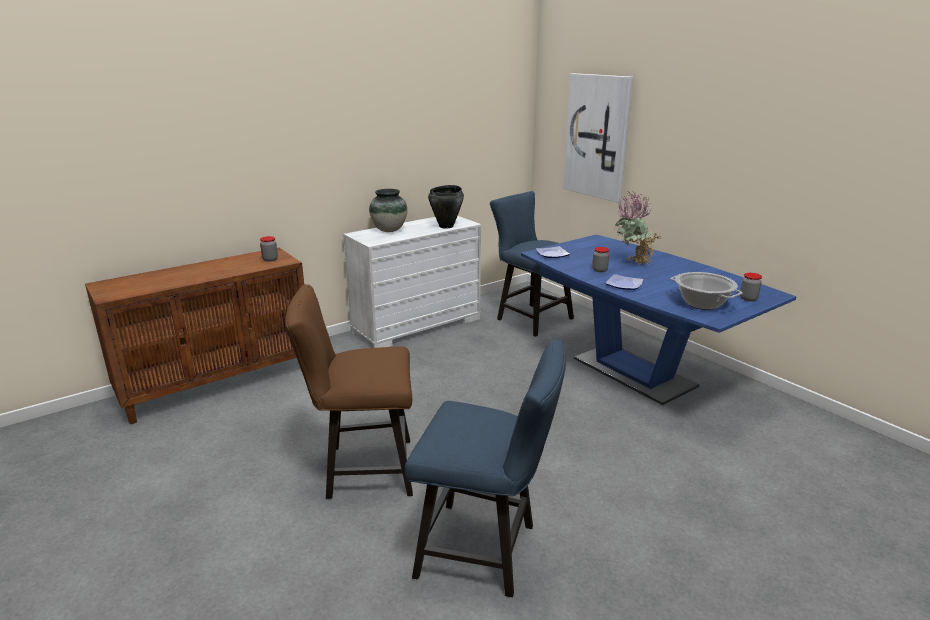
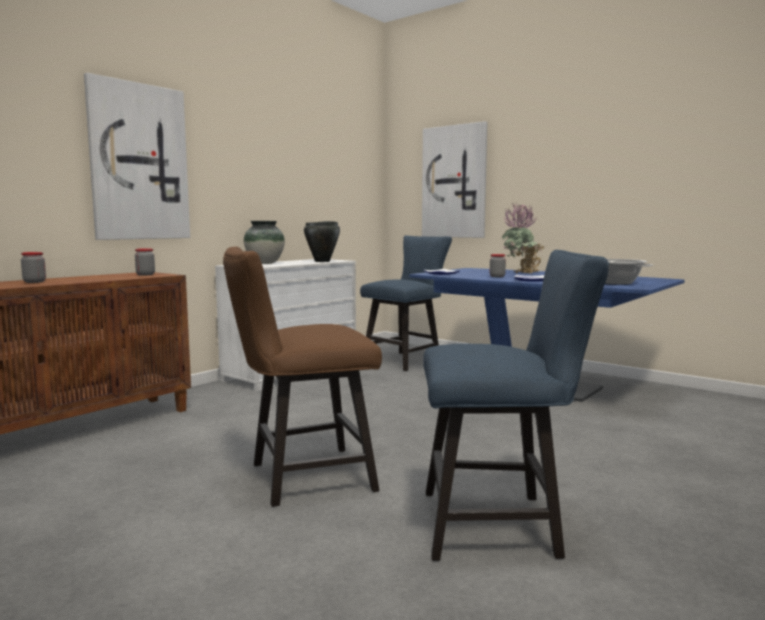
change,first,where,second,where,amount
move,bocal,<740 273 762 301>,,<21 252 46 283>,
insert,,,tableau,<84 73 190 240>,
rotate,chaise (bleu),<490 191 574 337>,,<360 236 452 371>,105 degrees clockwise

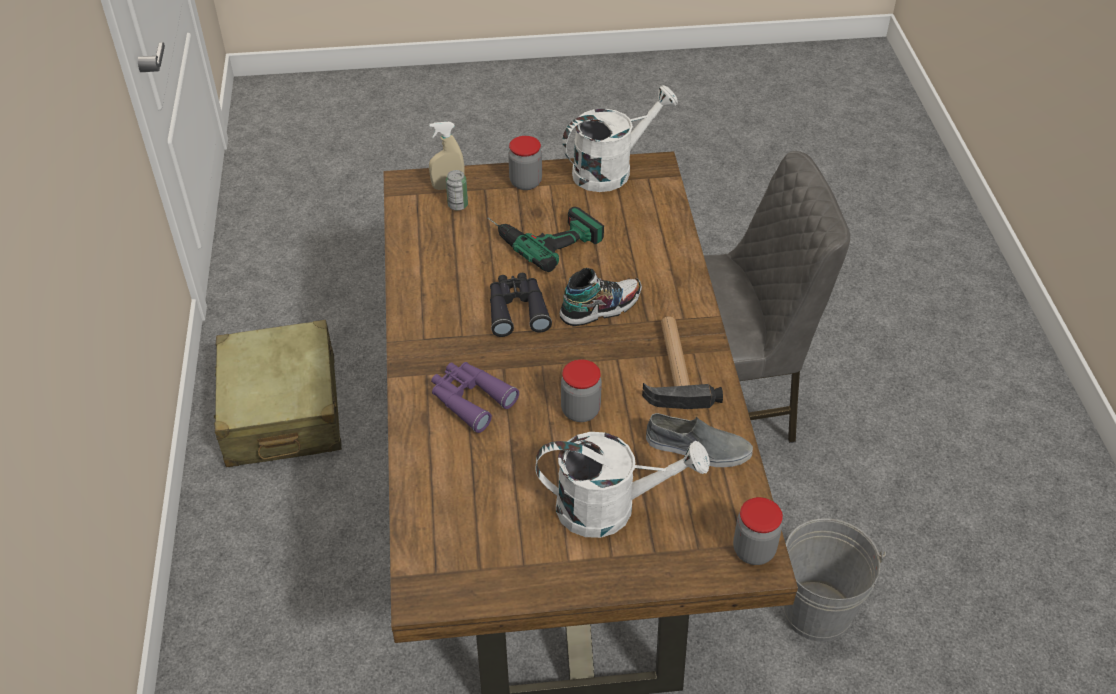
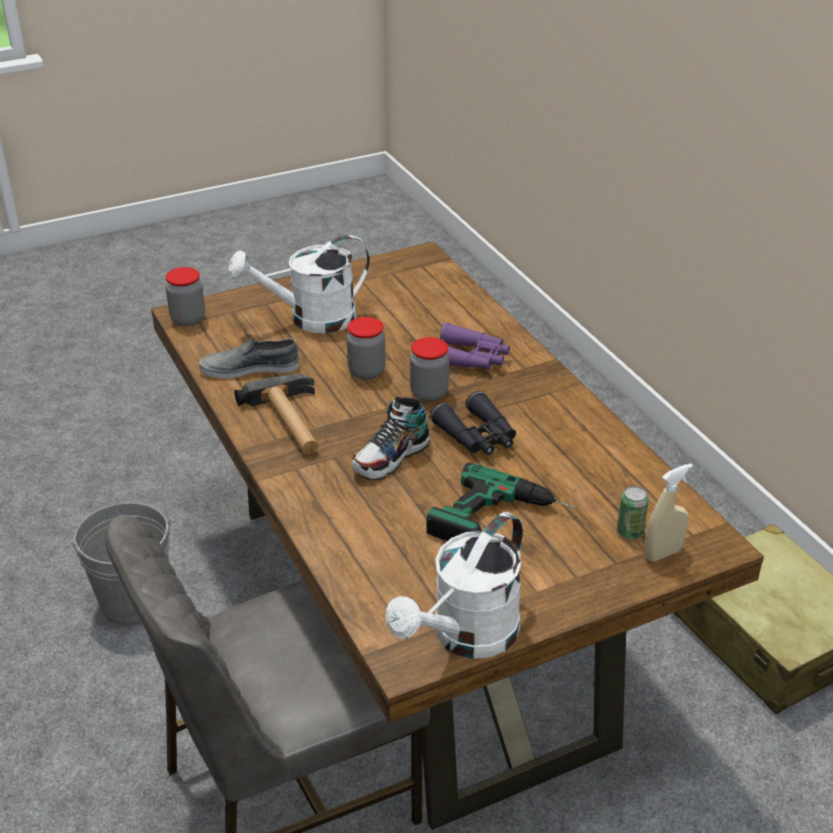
change,first,where,second,where,amount
move,bocal,<508 136 542 190>,,<410 337 449 401>,

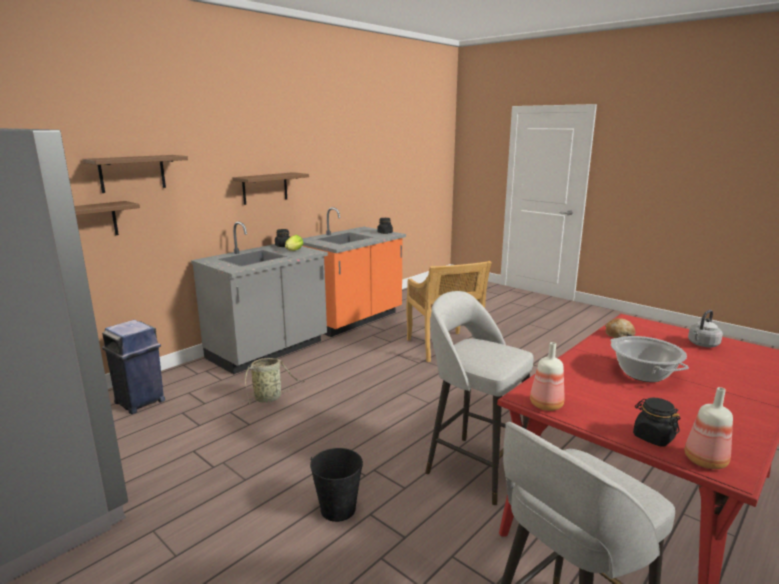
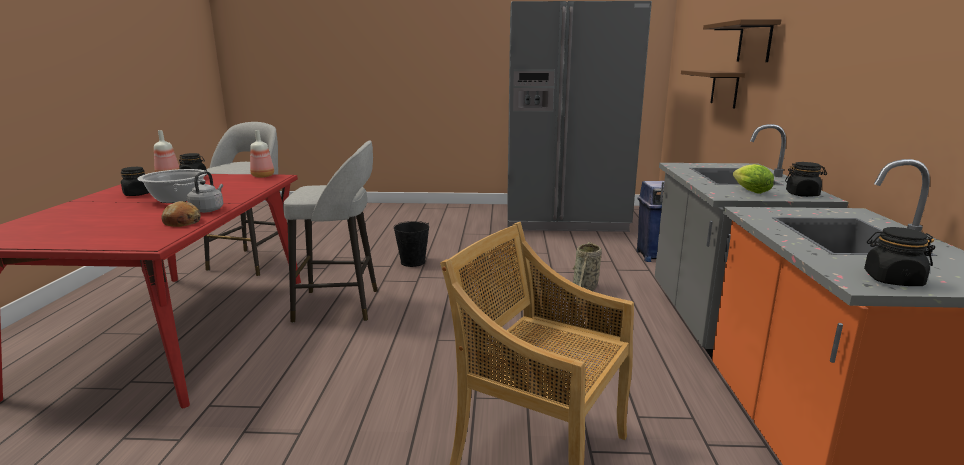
change,first,where,second,where,amount
insert,,,bocal (noir),<121 167 149 196>,
move,bouilloire (gris),<688 310 723 347>,,<187 171 223 213>,
delete,étagère (marron),<233 172 309 205>,,,

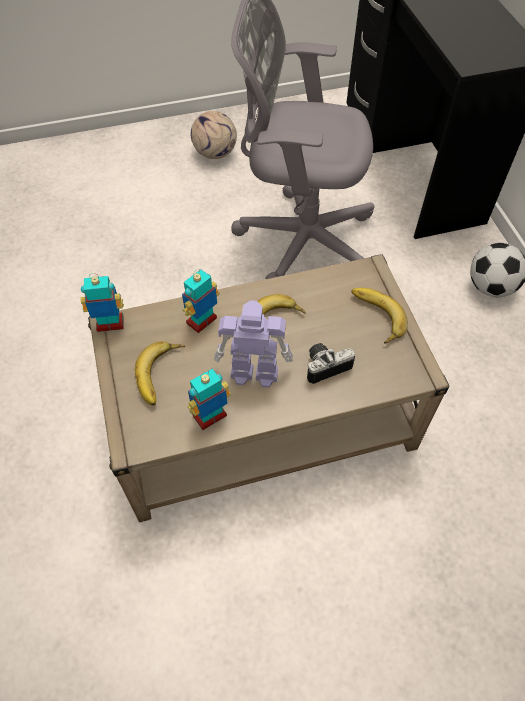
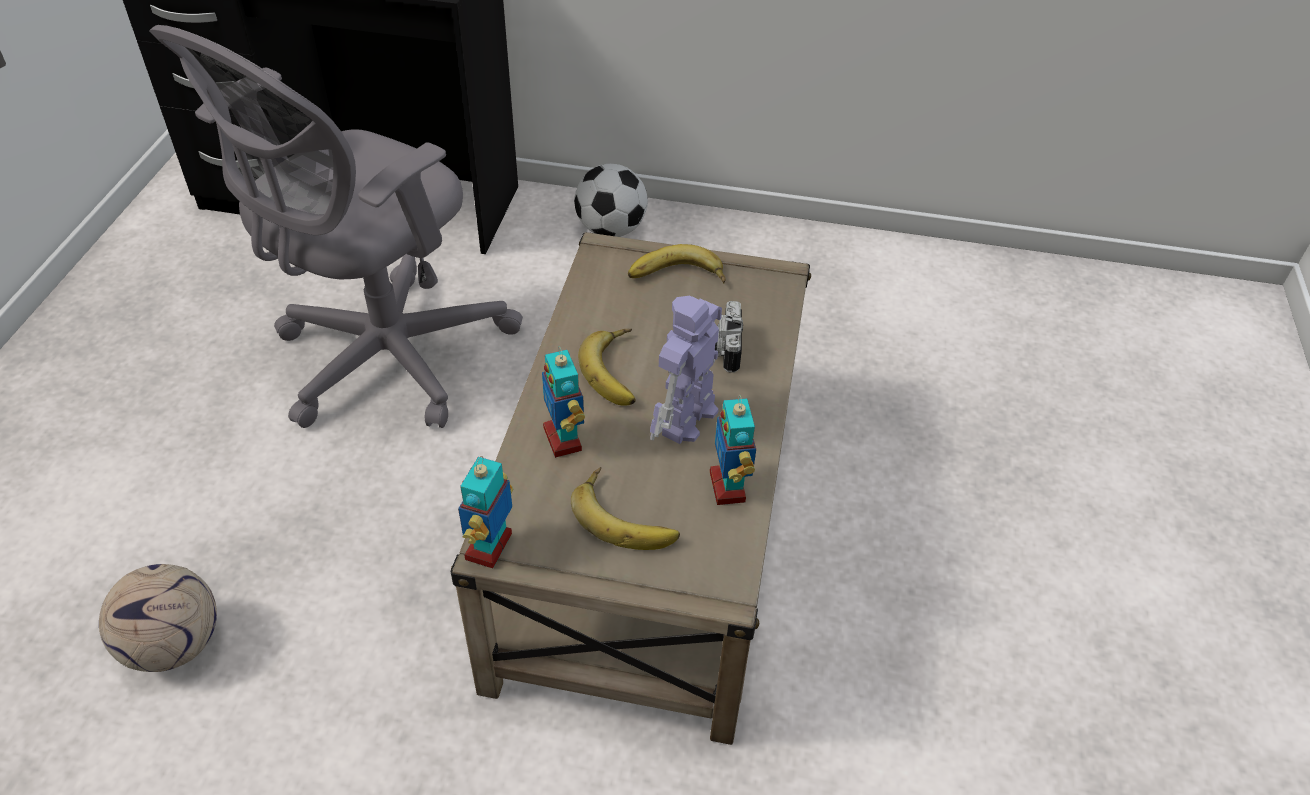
change,first,where,second,where,amount
move,ballon de foot,<191 111 237 159>,,<99 564 217 672>,

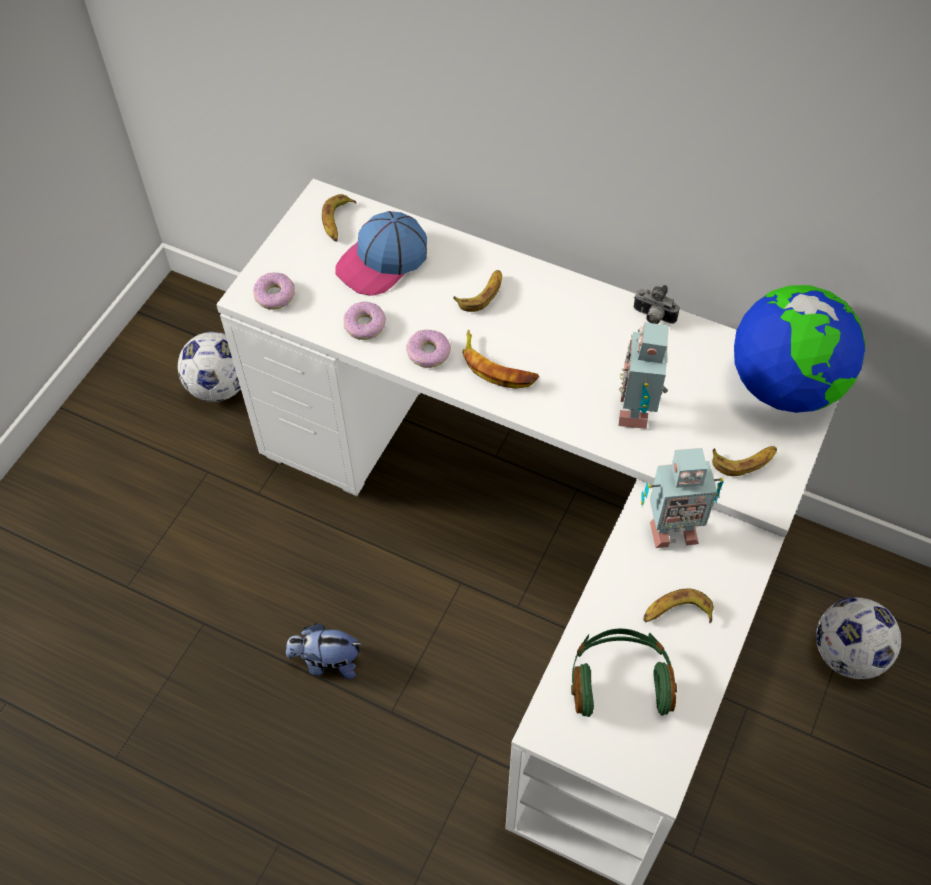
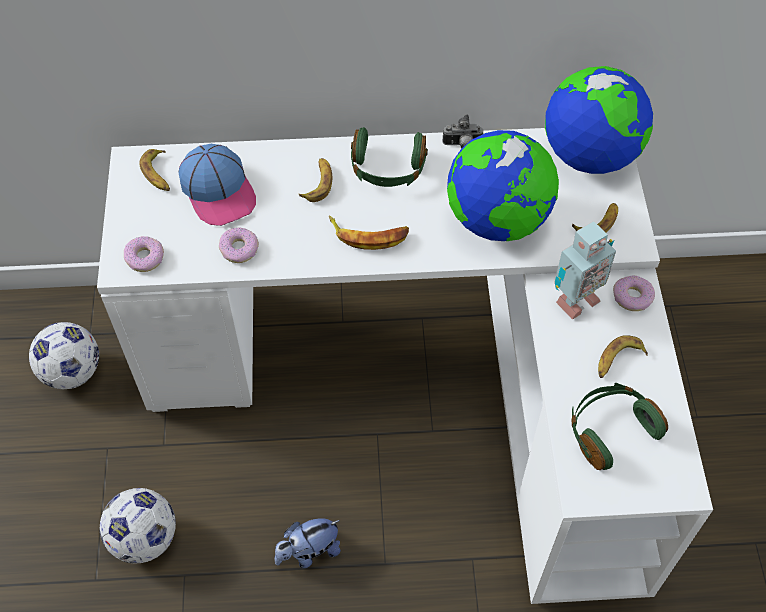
change,first,where,second,where,amount
move,ballon de foot,<816 597 902 679>,,<100 488 176 563>,
rotate,casquette,<335 211 427 296>,,<178 144 256 226>,45 degrees counterclockwise
insert,,,casque audio (vert),<351 127 428 187>,
replace,robot jouet,<619 322 669 429>,globe,<447 130 559 241>,
move,beignet,<406 330 451 368>,,<613 275 655 311>,

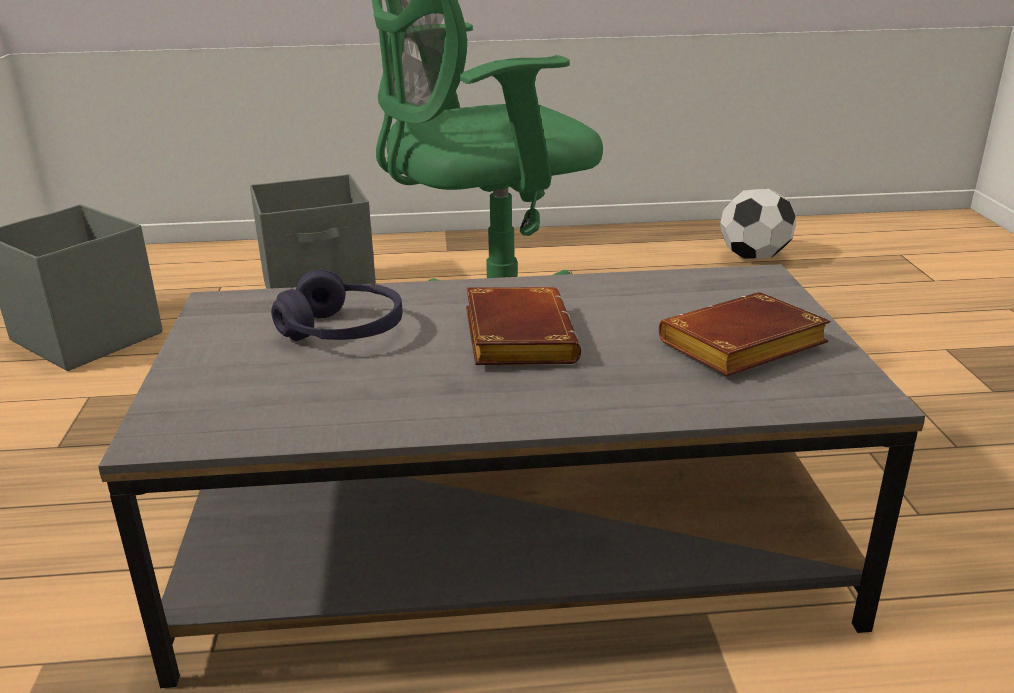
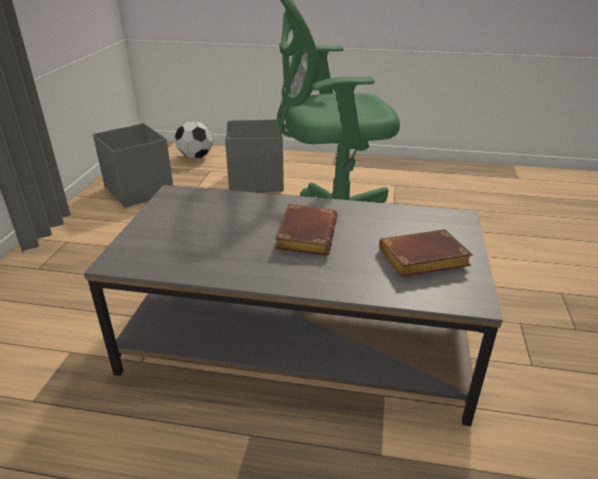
change,first,where,second,where,amount
move,ballon de foot,<720 189 796 259>,,<175 121 213 158>,
delete,casque audio (violet),<271 269 403 341>,,,

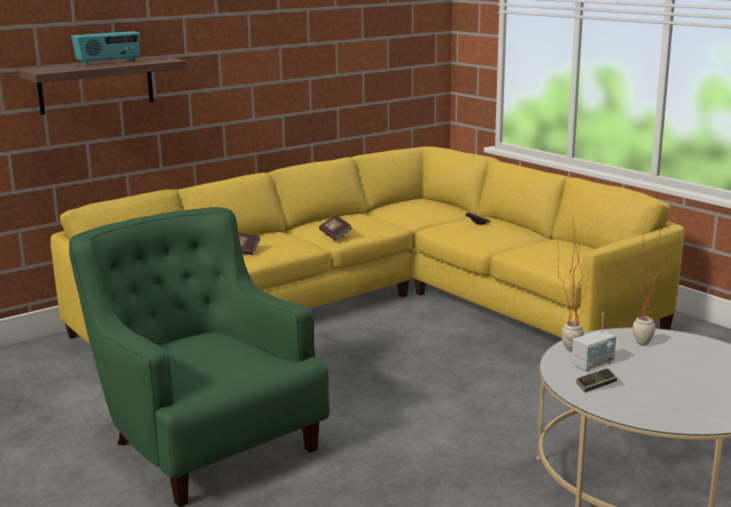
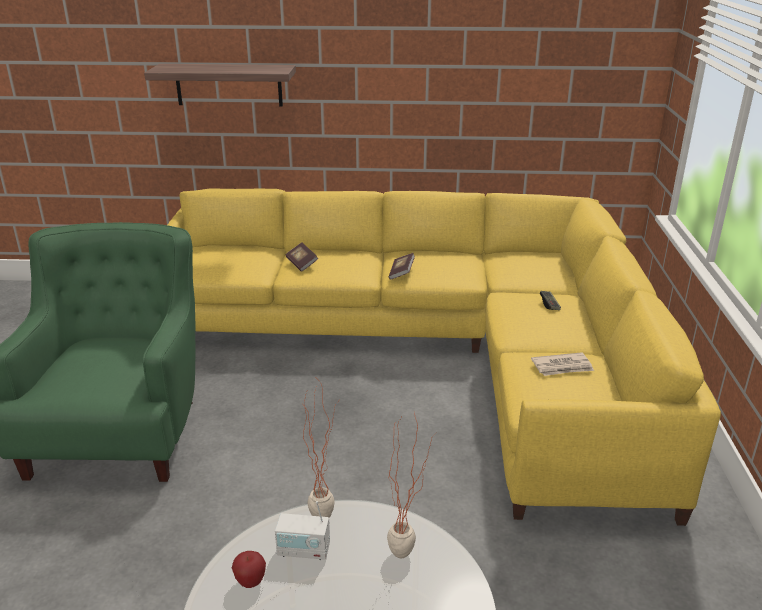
change,first,where,second,where,amount
replace,manette,<576 368 617 392>,pomme,<232 551 266 588>,
insert,,,journal,<531 352 594 376>,
delete,radio,<71 31 140 66>,,,

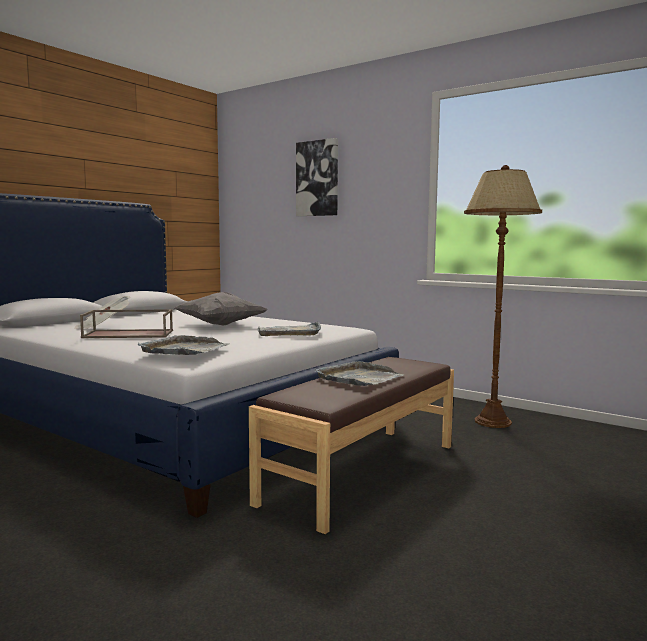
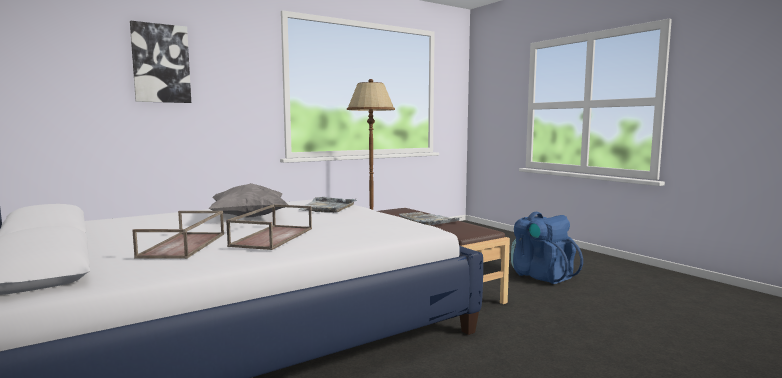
change,first,where,second,where,amount
replace,journal,<75 296 130 329>,plateau (marron),<132 211 224 259>,
insert,,,sac à dos (bleu),<511 212 583 284>,
delete,plateau (gris),<138 335 229 355>,,,

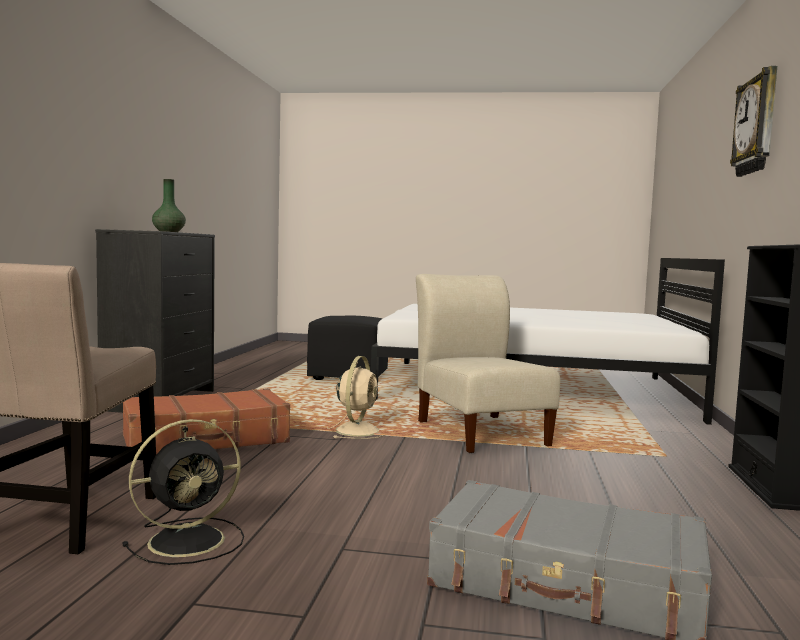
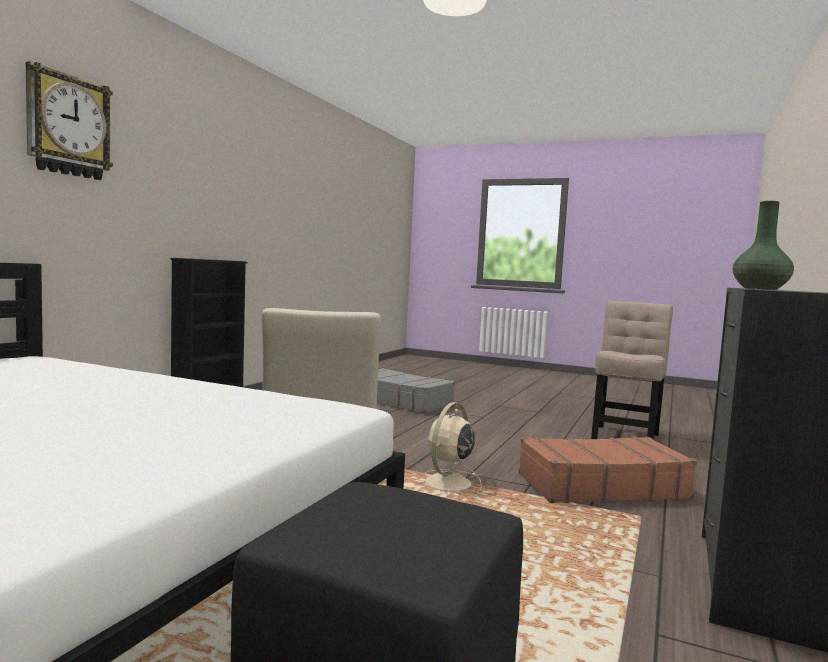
change,first,where,second,where,amount
delete,ventilateur (noir),<122 419 244 565>,,,

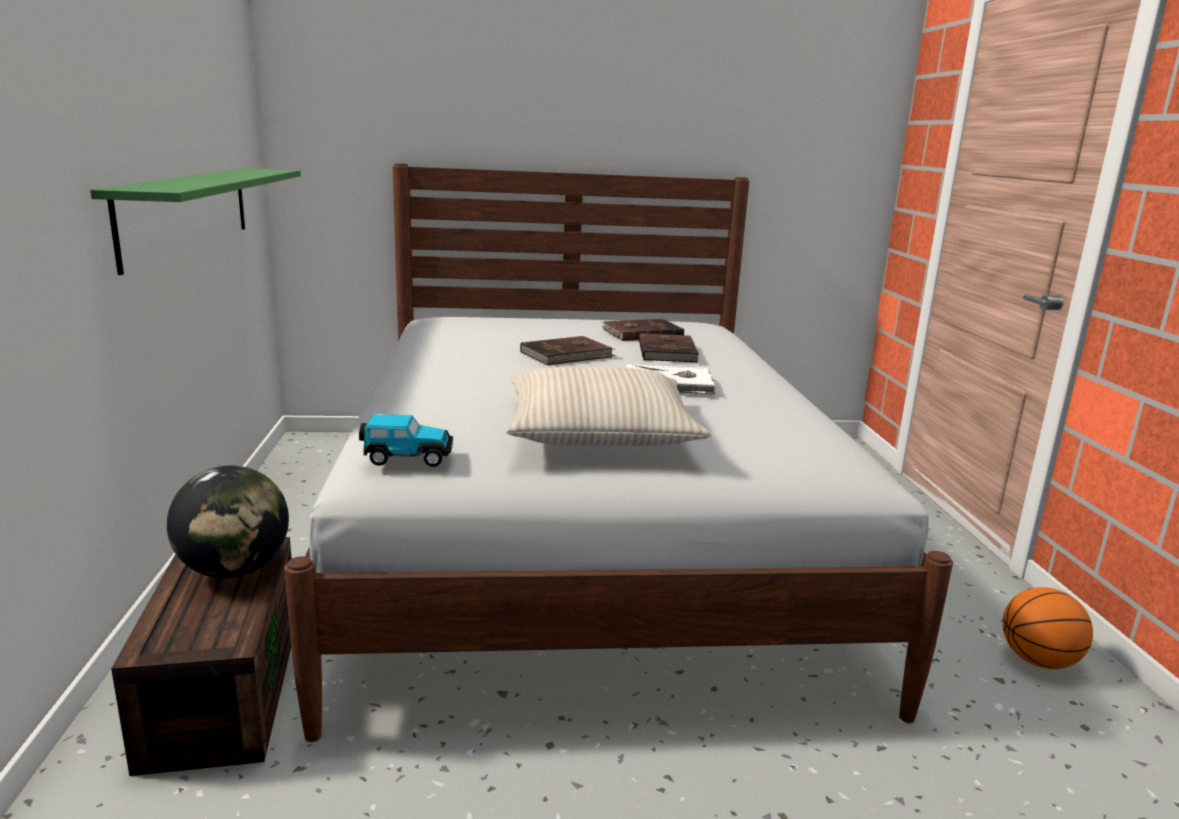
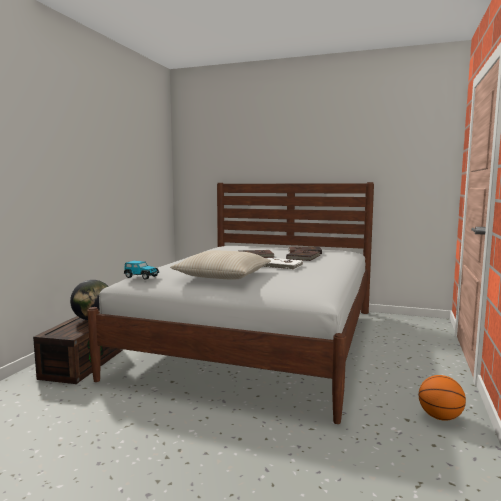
change,first,where,second,where,amount
delete,étagère (vert),<90 168 301 275>,,,

